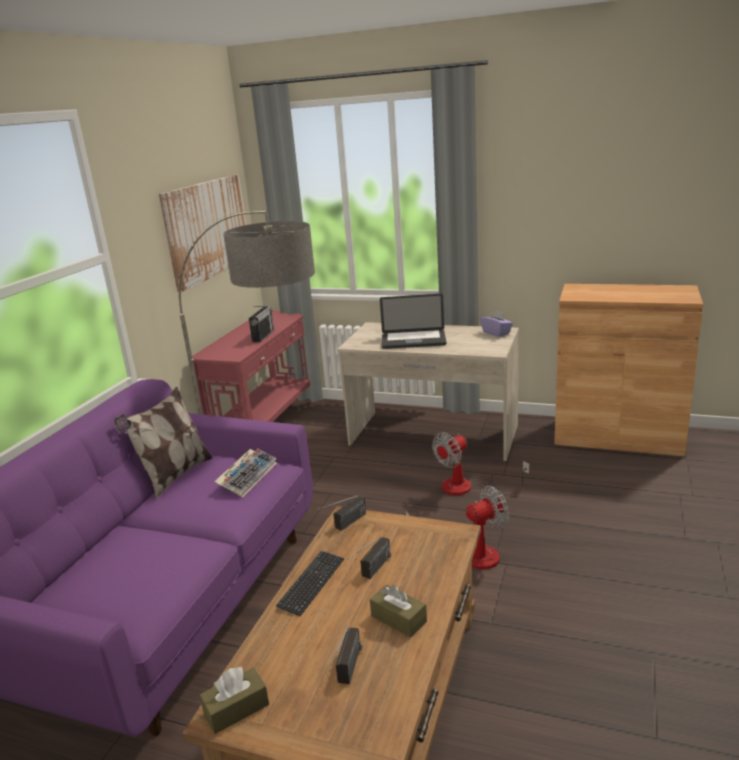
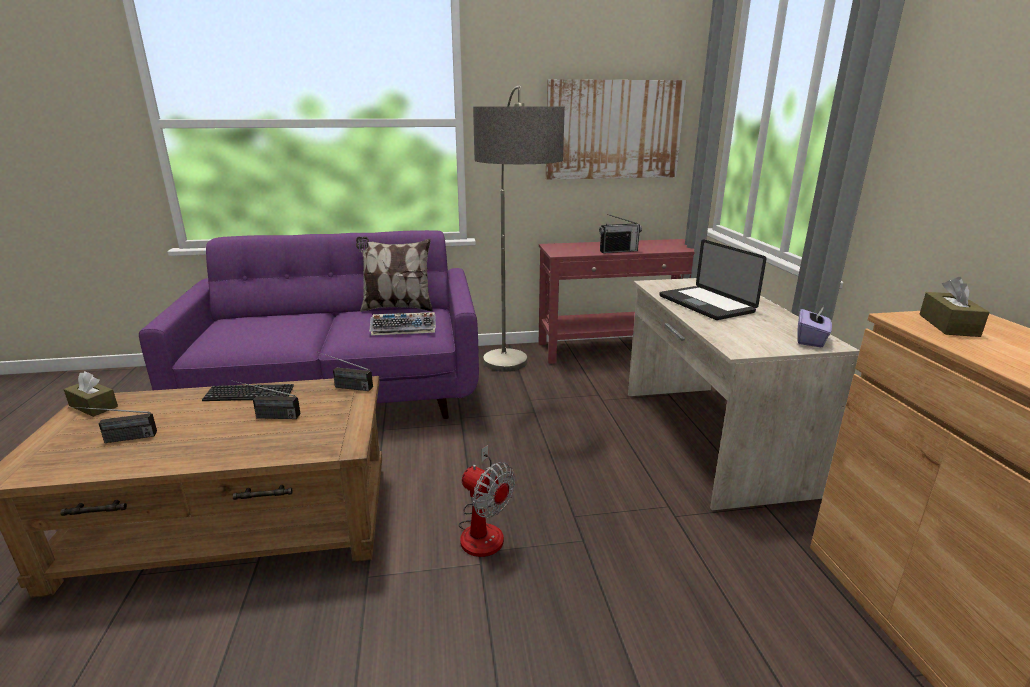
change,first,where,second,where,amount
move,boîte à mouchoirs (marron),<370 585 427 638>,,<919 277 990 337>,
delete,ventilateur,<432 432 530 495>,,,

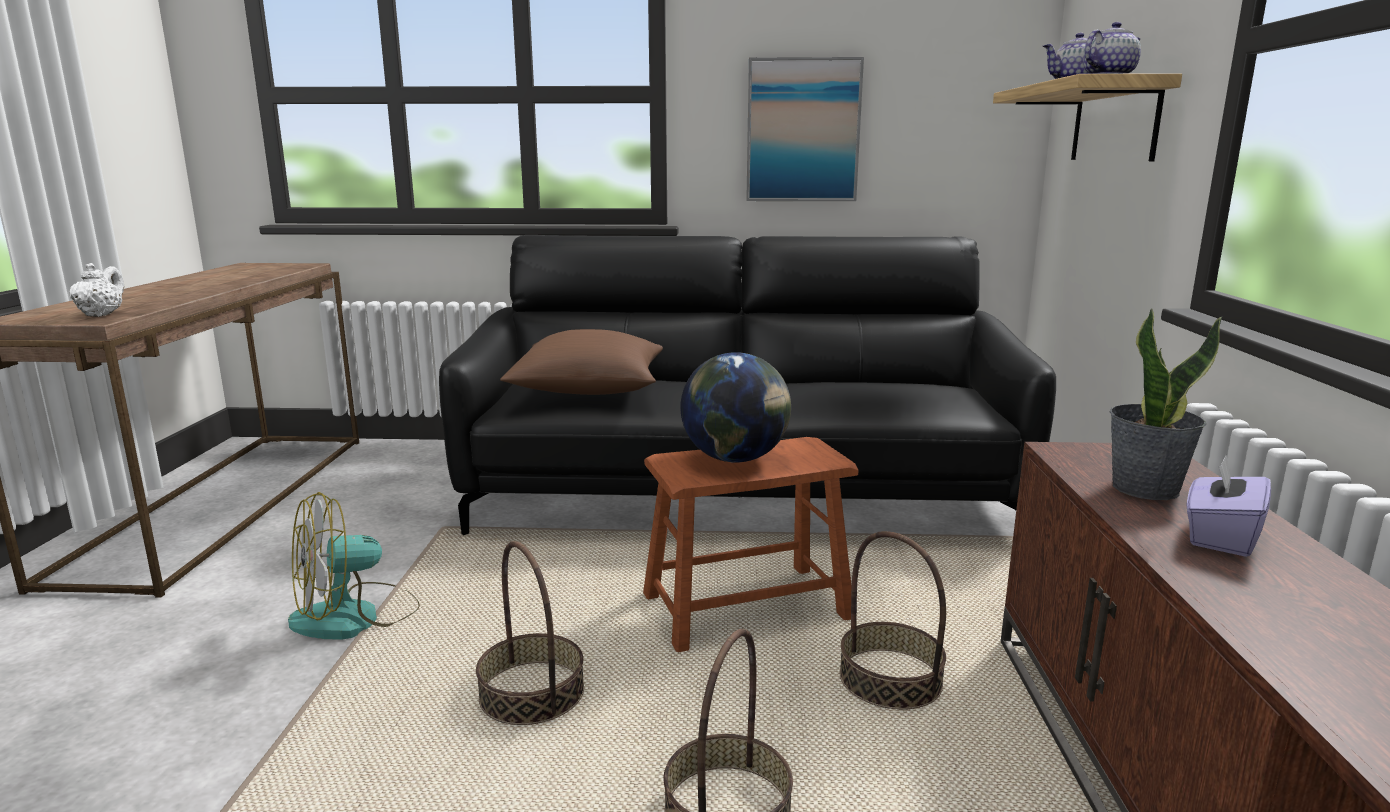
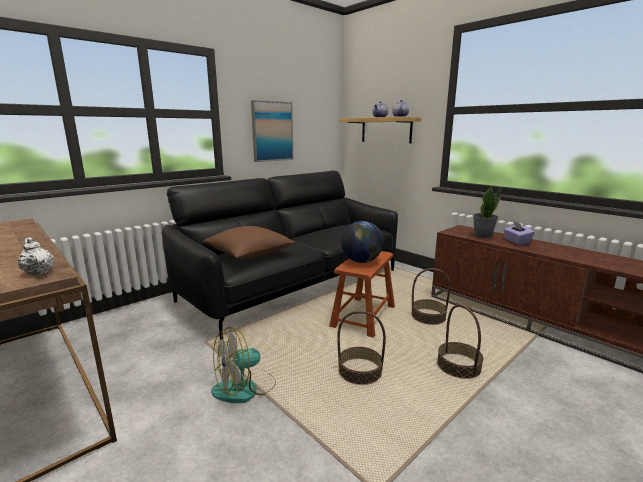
change,first,where,second,where,amount
rotate,ventilateur,<288 492 420 639>,,<211 327 276 403>,45 degrees clockwise

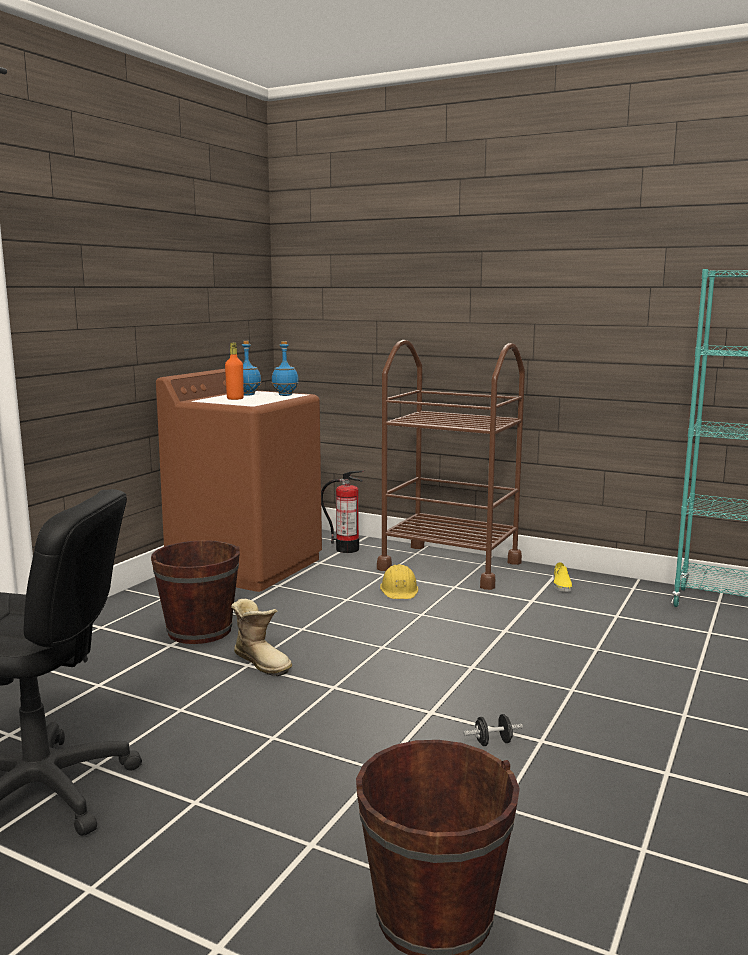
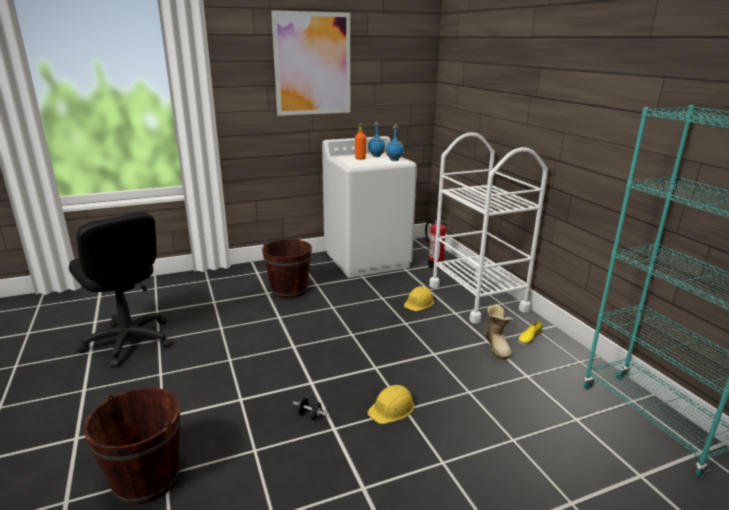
change,first,where,second,where,amount
insert,,,tableau,<271 10 350 116>,
recolor,lave-linge (marron),<156 369 322 592>,lave-linge (blanc),<322 136 417 278>,
insert,,,casque de chantier (jaune),<367 385 414 424>,
recolor,chariot (marron),<377 340 525 590>,chariot (blanc),<429 132 548 324>,
move,botte,<231 599 292 676>,,<485 304 513 360>,

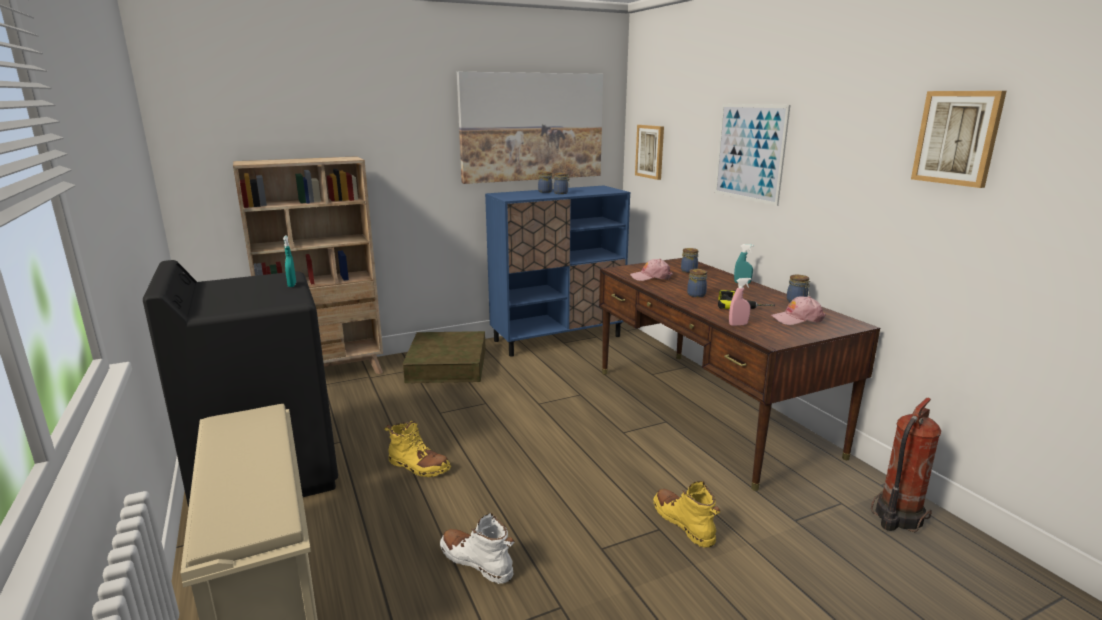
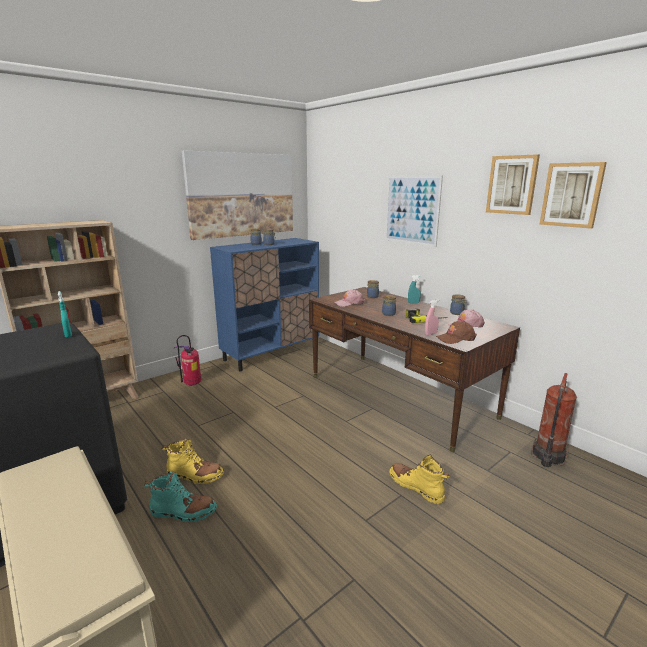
change,first,where,second,where,amount
insert,,,botte (turquoise),<144 471 217 522>,
replace,boîte de rangement (marron),<403 331 486 383>,extincteur,<174 335 201 386>,
insert,,,casquette (marron),<436 321 477 344>,
move,tableau,<635 125 664 180>,,<486 154 540 215>,
delete,botte (blanc),<440 513 515 584>,,,

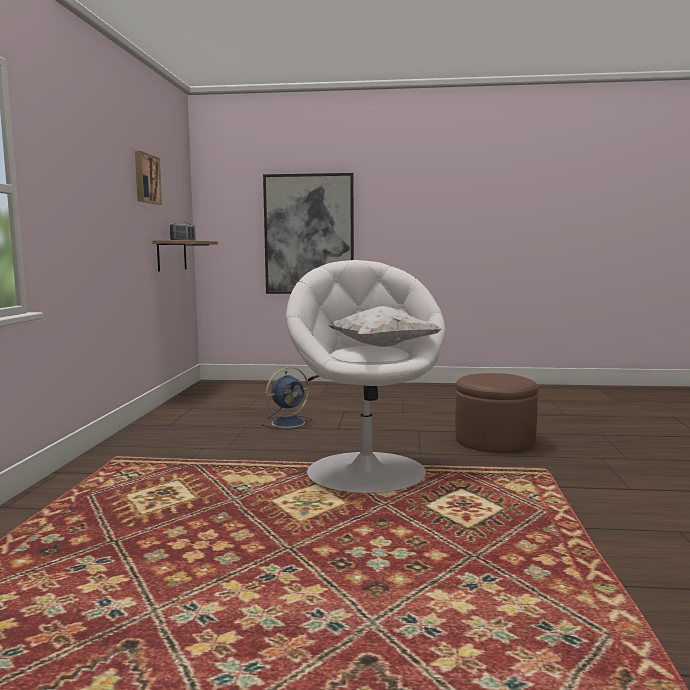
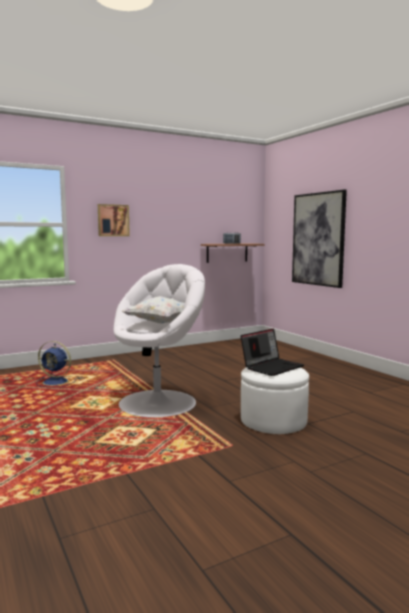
change,first,where,second,where,amount
move,ventilateur (bleu),<261 367 314 430>,,<36 341 76 387>,
move,tableau,<135 151 162 205>,,<98 204 130 236>,
insert,,,ordinateur portable,<240 328 304 376>,
recolor,pouf (marron),<455 373 538 453>,pouf (blanc),<241 367 309 434>,

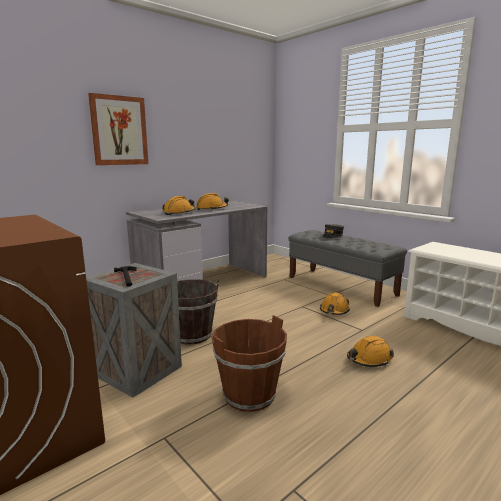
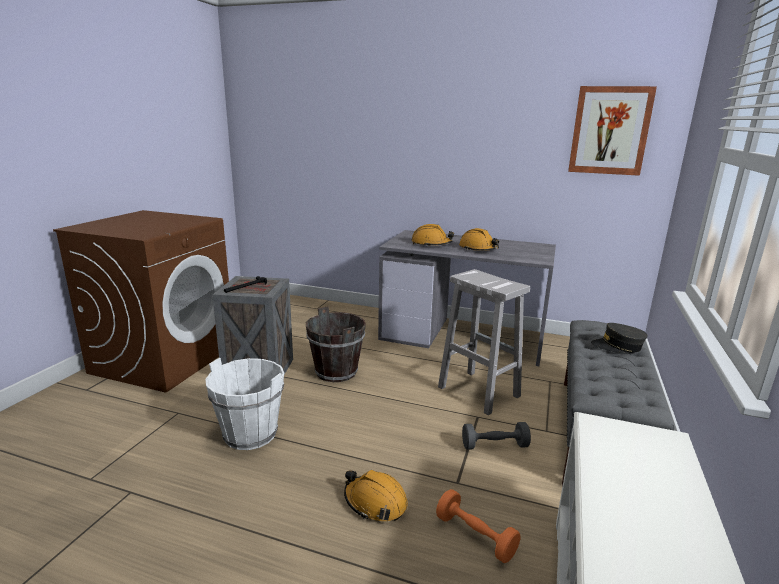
change,first,where,second,where,amount
recolor,seau (marron),<211 315 287 412>,seau (blanc),<206 358 284 450>,
insert,,,haltère (orange),<436 489 520 563>,
insert,,,tabouret (blanc),<438 269 530 415>,
replace,casque de chantier (orange),<320 292 350 315>,haltère (gris),<462 422 531 450>,
move,tableau,<88 93 148 165>,,<568 86 657 176>,

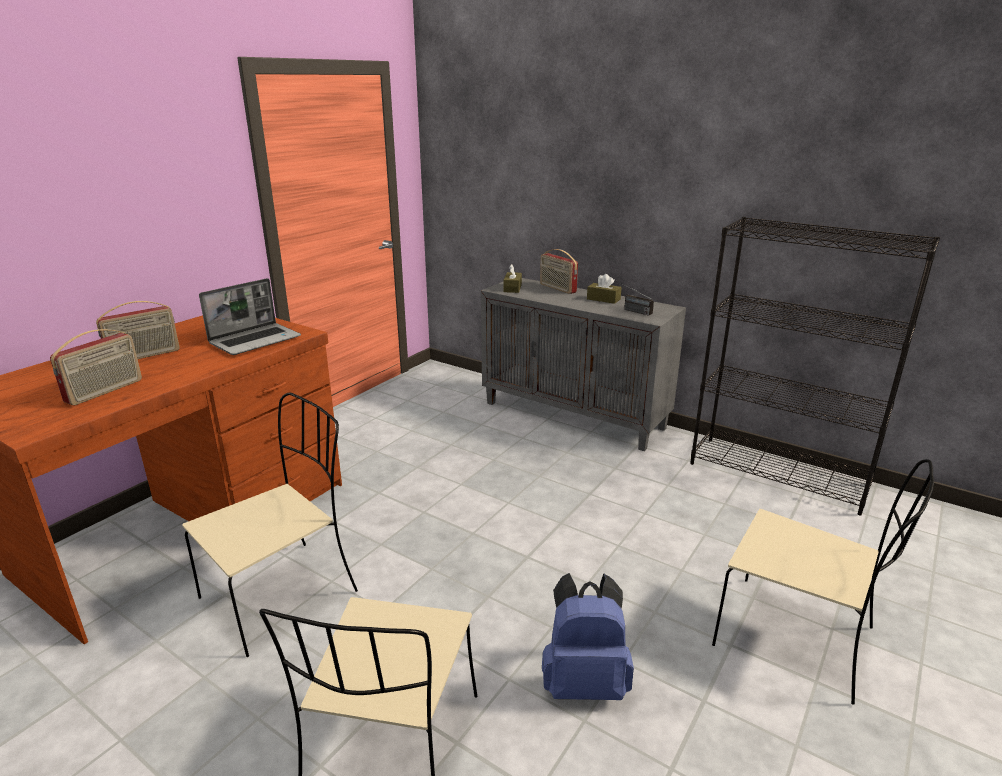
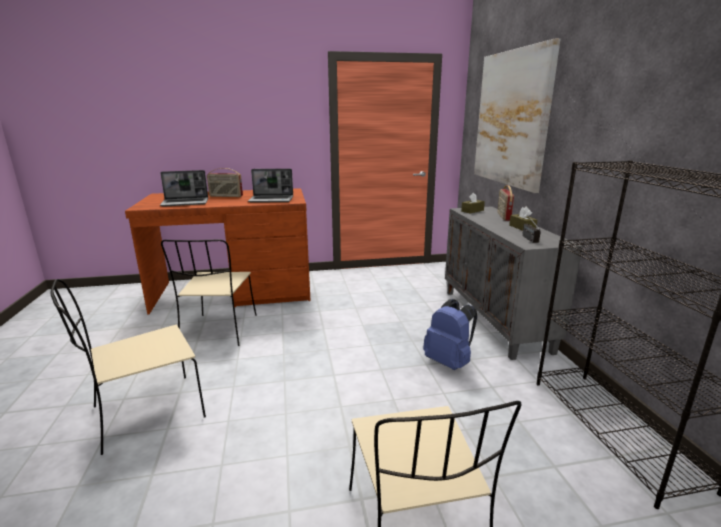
change,first,where,second,where,amount
replace,radio,<50 329 142 405>,ordinateur portable,<160 170 208 207>,
rotate,chaise (beige),<182 392 358 657>,,<161 239 256 346>,90 degrees clockwise
move,sac à dos (bleu),<542 573 634 700>,,<423 299 477 370>,
insert,,,tableau,<474 38 561 193>,

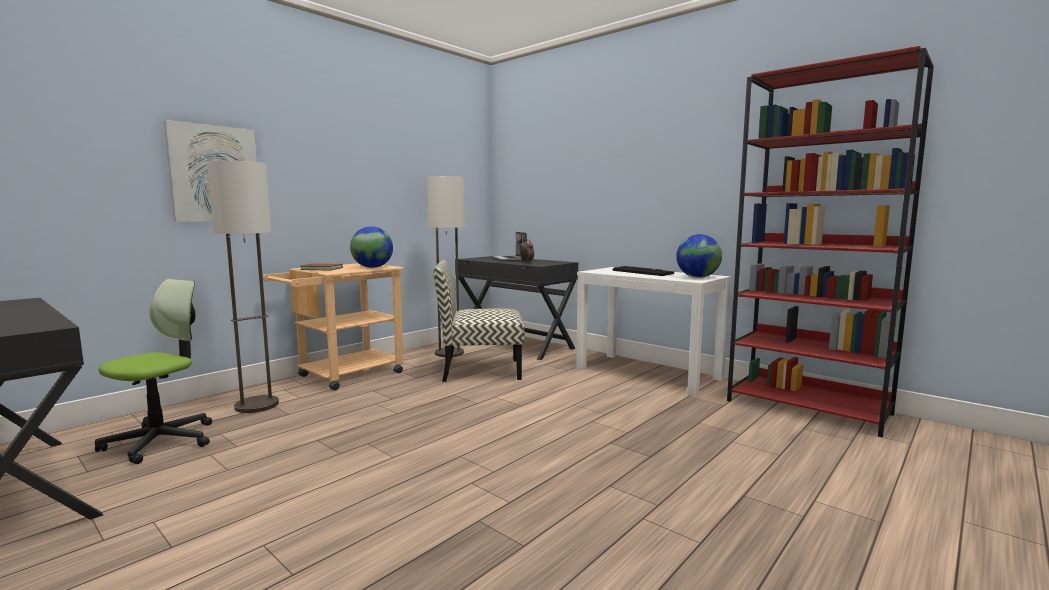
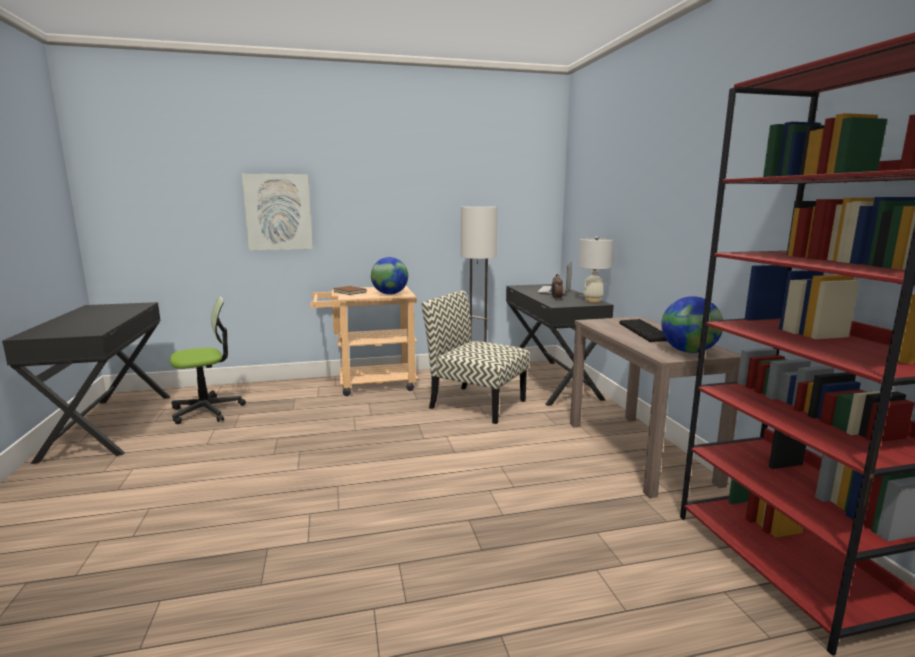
change,first,where,second,where,amount
recolor,table console (blanc),<576 267 731 396>,table console (marron),<570 317 741 498>,
insert,,,lampe de table (blanc),<578 236 614 302>,
delete,lampadaire,<207 160 279 413>,,,

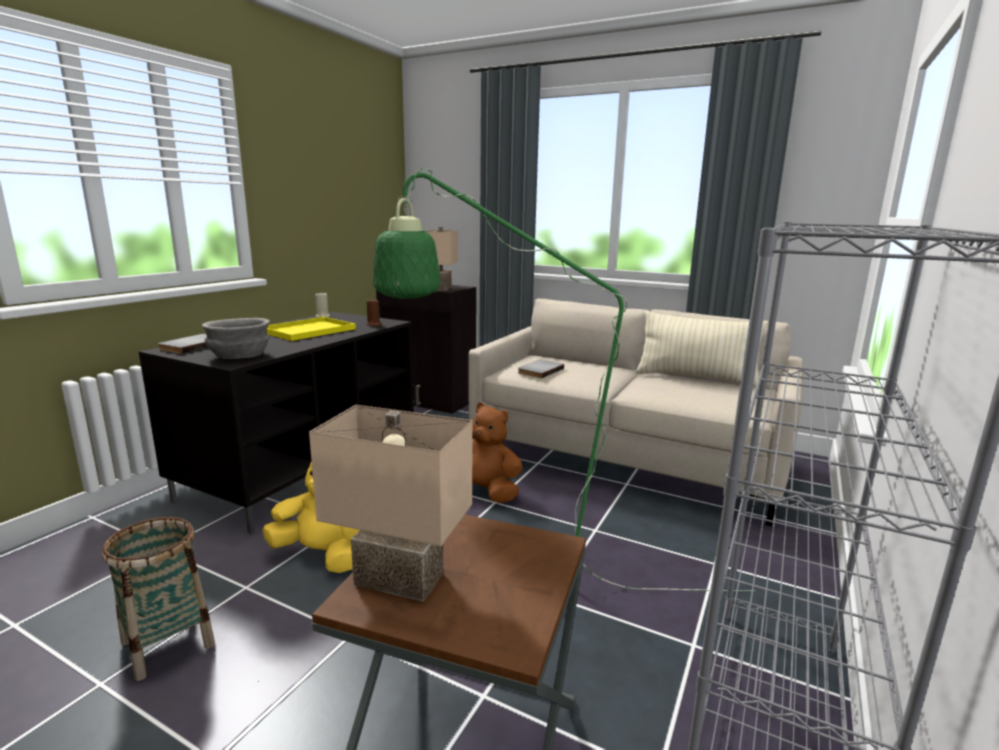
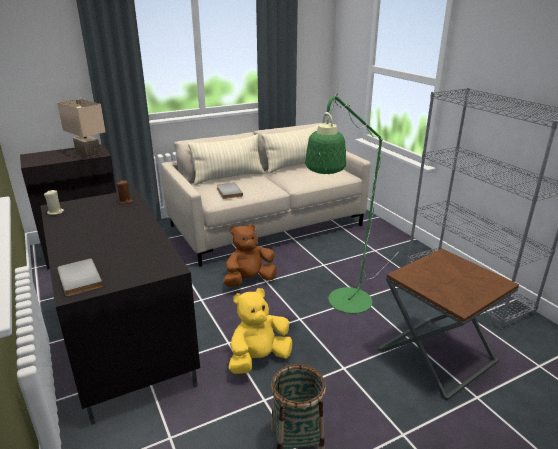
change,first,where,second,where,amount
insert,,,coussin (beige),<188 134 264 185>,
delete,bol (gris),<202 318 270 359>,,,
delete,plateau (jaune),<267 317 356 341>,,,
delete,lampe de table (beige),<309 405 473 602>,,,

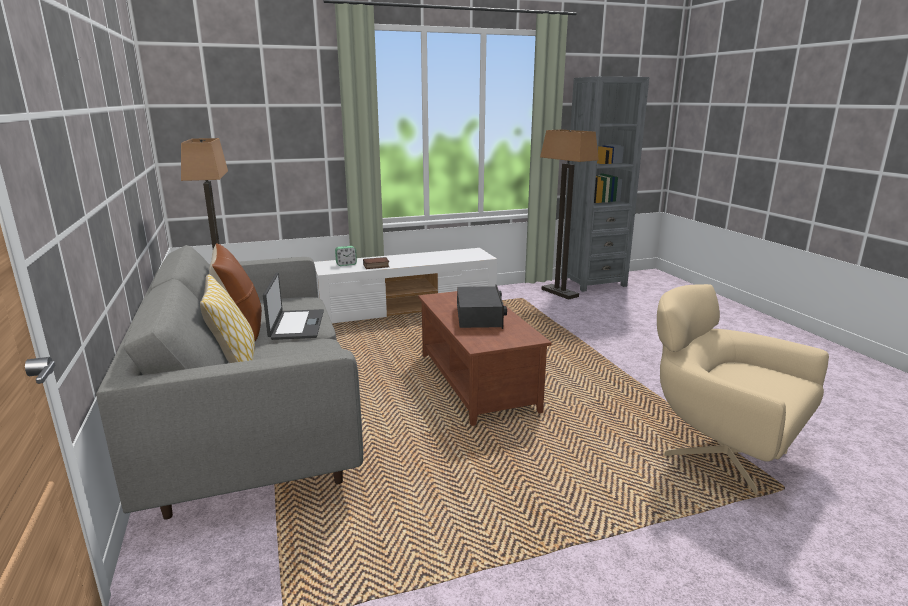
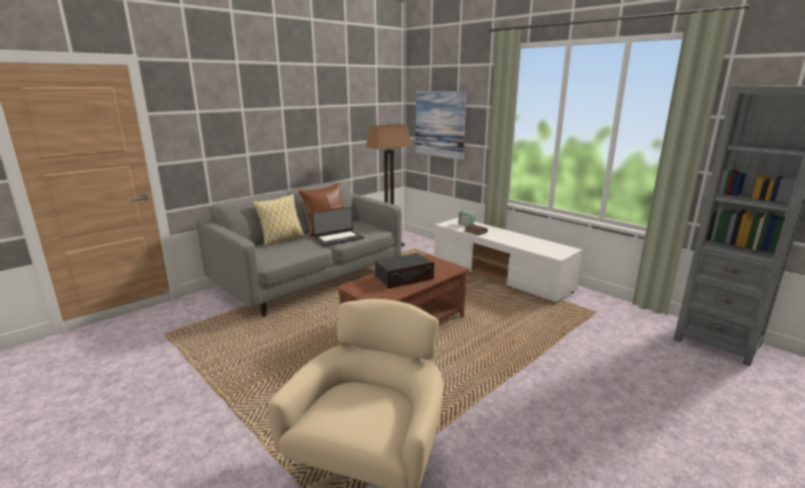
change,first,where,second,where,amount
insert,,,tableau,<415 91 467 160>,
delete,lampadaire,<540 130 599 300>,,,

